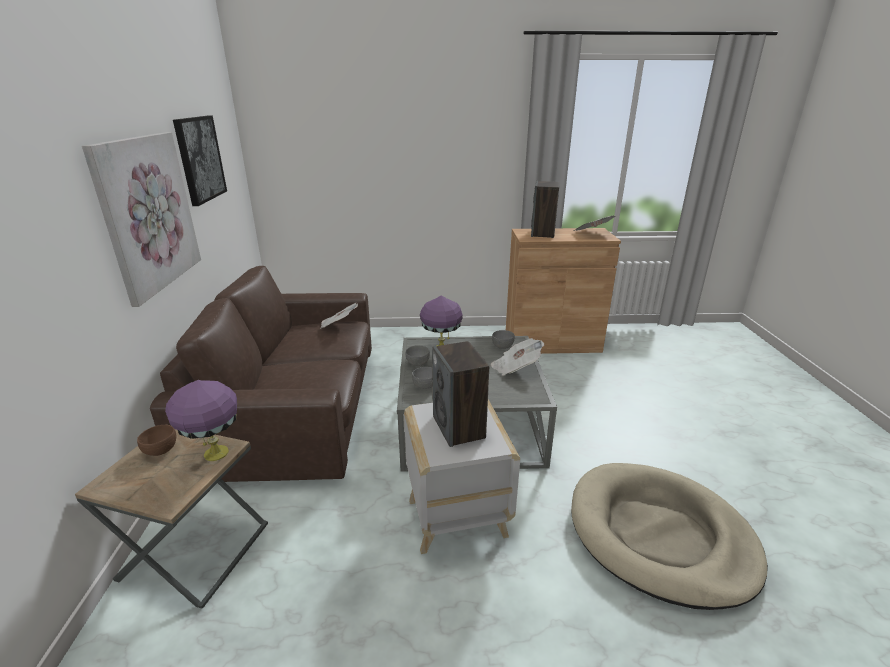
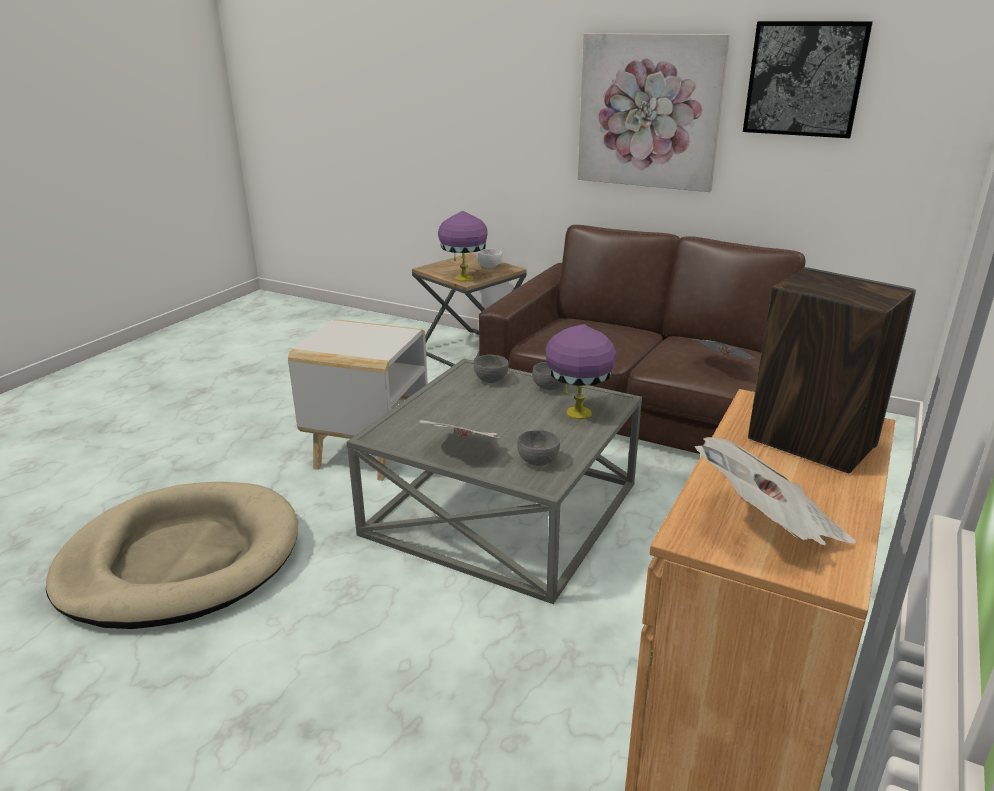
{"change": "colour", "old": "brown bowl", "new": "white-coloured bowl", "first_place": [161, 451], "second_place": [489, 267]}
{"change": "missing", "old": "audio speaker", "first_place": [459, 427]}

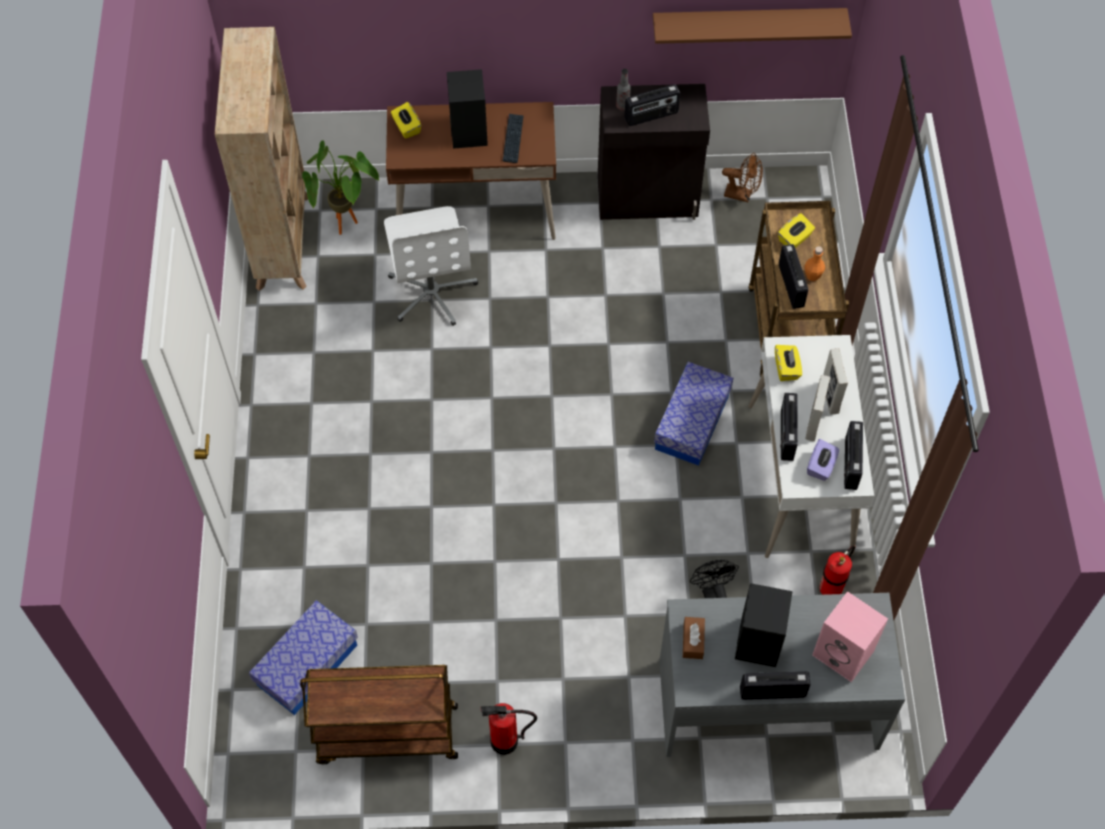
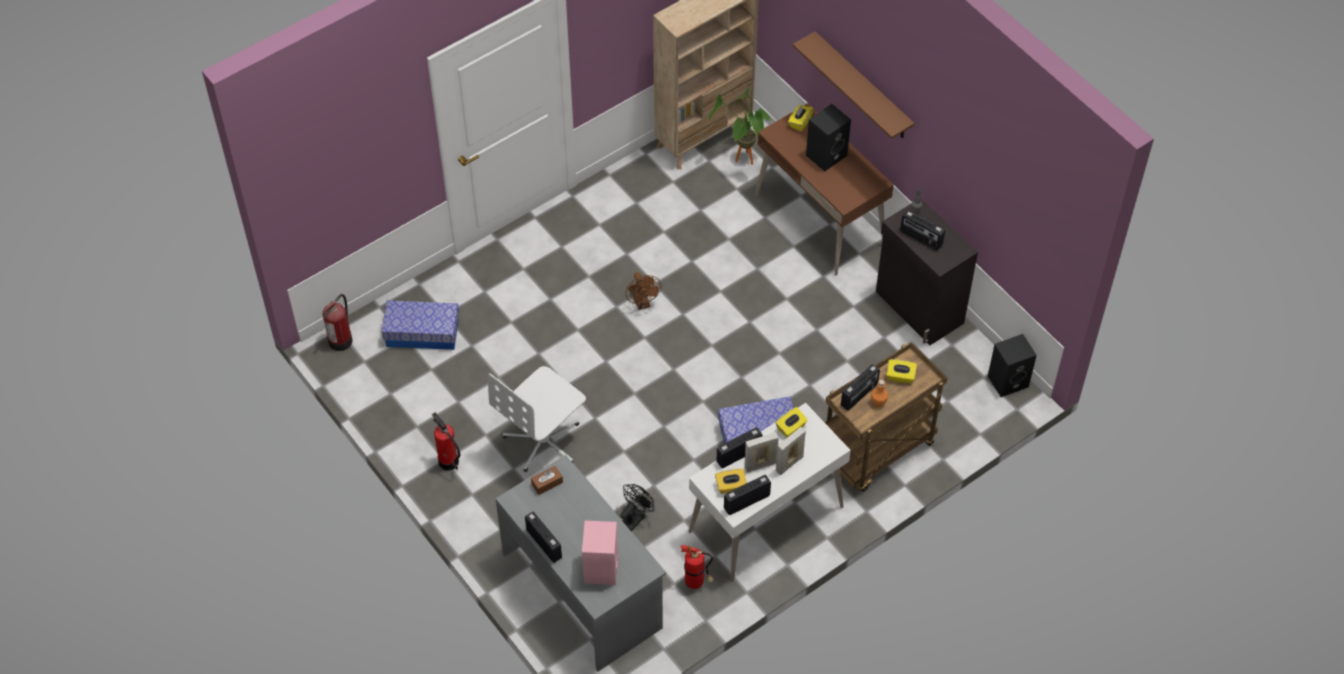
{"change": "missing", "old": "brown cart", "first_place": [386, 735]}
{"change": "relocated", "old": "white-coloured office chair", "first_place": [432, 291], "second_place": [543, 441]}
{"change": "missing", "old": "computer keyboard", "first_place": [513, 139]}
{"change": "relocated", "old": "brown wall shelf", "first_place": [748, 25], "second_place": [862, 87]}
{"change": "relocated", "old": "brown electric fan", "first_place": [742, 195], "second_place": [642, 303]}
{"change": "relocated", "old": "black-coloured audio speaker", "first_place": [757, 640], "second_place": [1008, 380]}
{"change": "colour", "old": "purplish tissue holder", "new": "yellow-coloured tissue holder", "first_place": [821, 466], "second_place": [730, 486]}
{"change": "appeared", "new": "fire extinguisher", "second_place": [341, 339]}

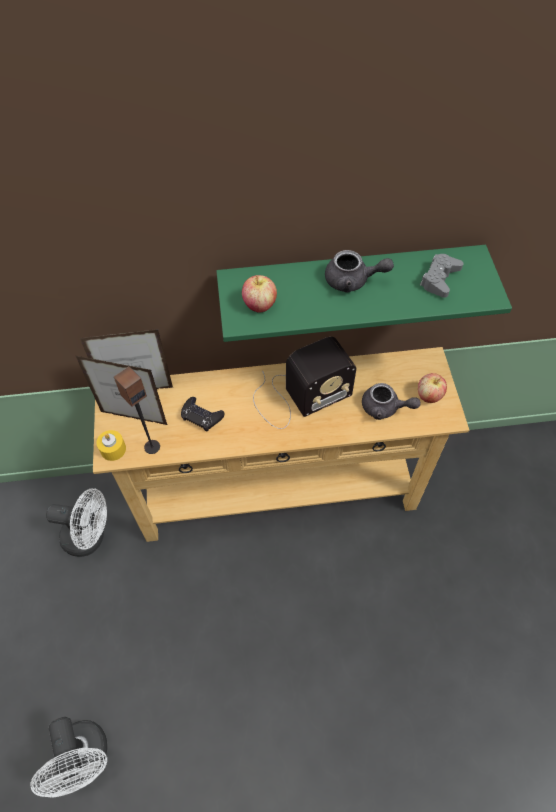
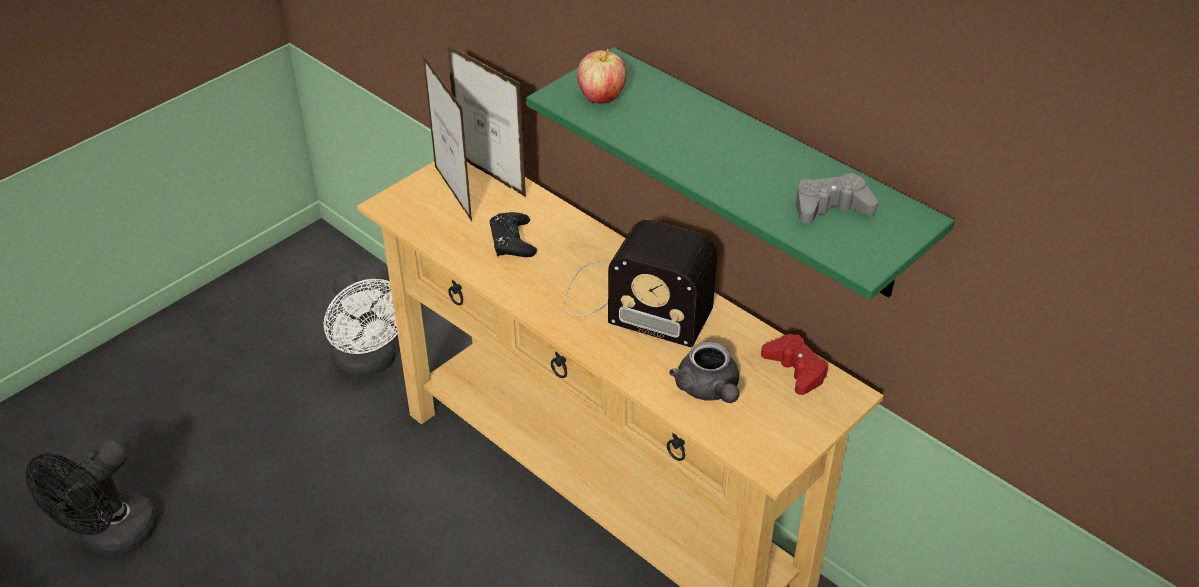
{"change": "colour", "old": "white-coloured electric fan", "new": "black-coloured electric fan", "first_place": [85, 759], "second_place": [111, 537]}
{"change": "missing", "old": "yellow-coloured wax candle", "first_place": [113, 449]}
{"change": "missing", "old": "audio speaker", "first_place": [152, 446]}
{"change": "missing", "old": "gray tea pot", "first_place": [353, 281]}
{"change": "missing", "old": "apple fruit", "first_place": [429, 396]}
{"change": "appeared", "new": "red game controller", "second_place": [795, 369]}

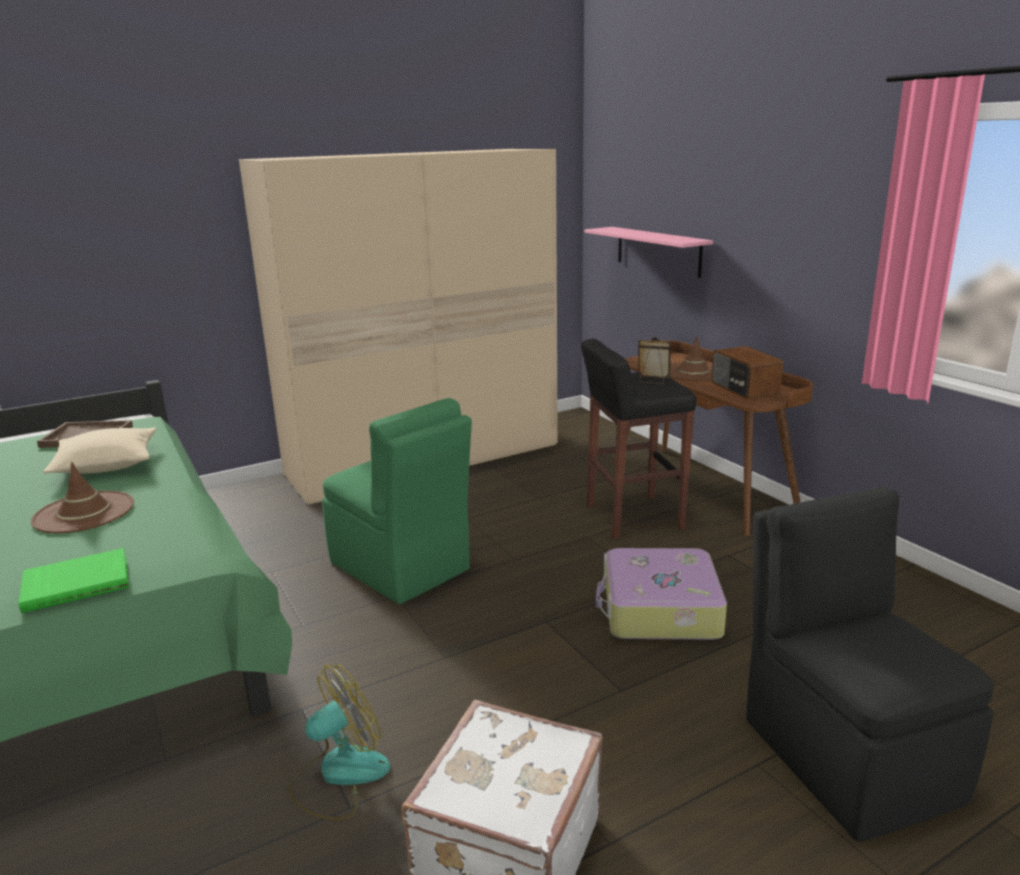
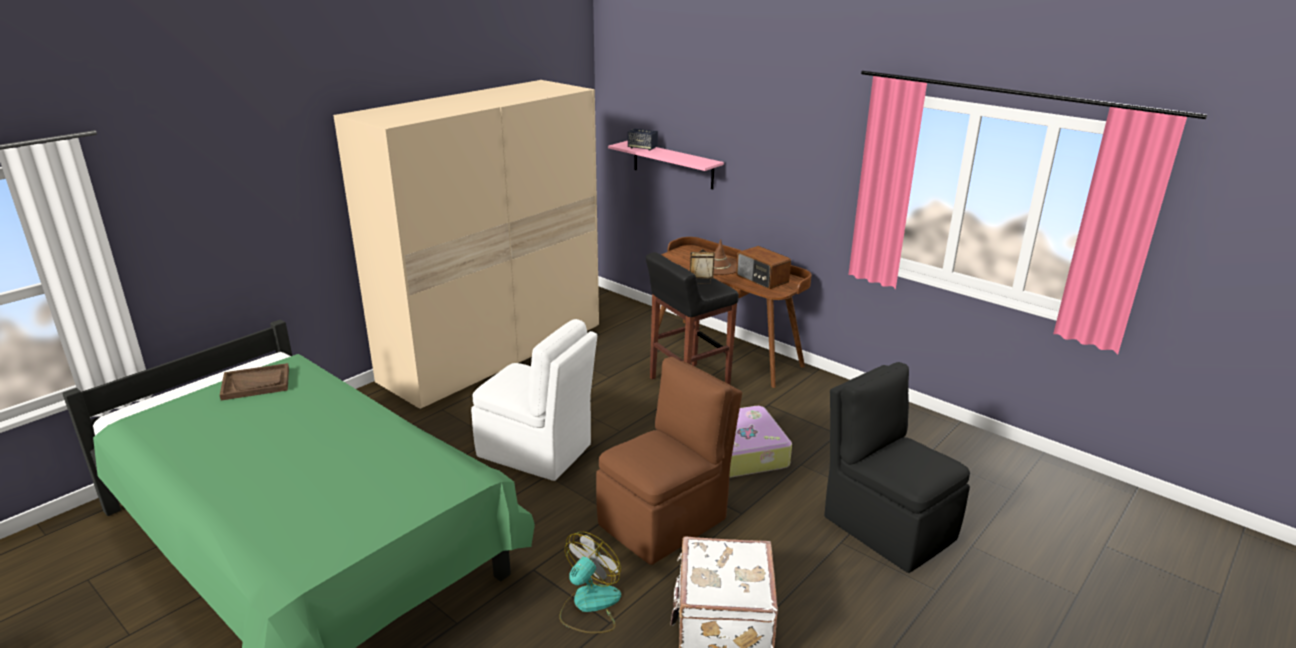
{"change": "missing", "old": "green volume", "first_place": [76, 583]}
{"change": "missing", "old": "brown clothing hat", "first_place": [84, 512]}
{"change": "missing", "old": "beige throw pillow", "first_place": [107, 464]}
{"change": "colour", "old": "green plain chair", "new": "white-coloured plain chair", "first_place": [401, 568], "second_place": [536, 452]}
{"change": "appeared", "new": "brown plain chair", "second_place": [665, 520]}
{"change": "appeared", "new": "audio speaker", "second_place": [642, 148]}

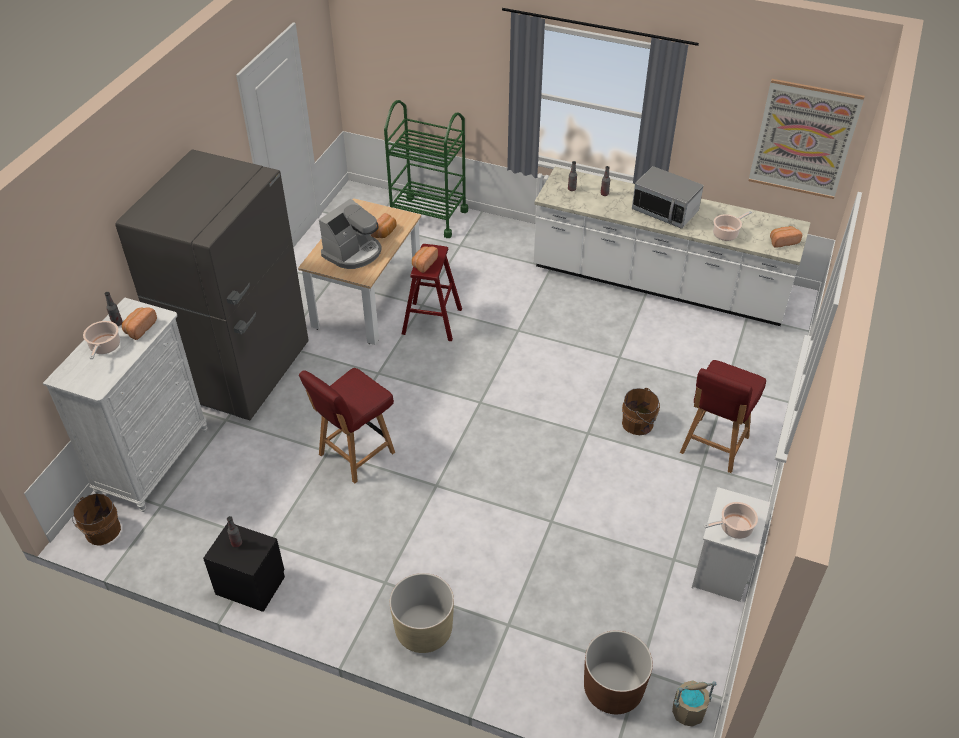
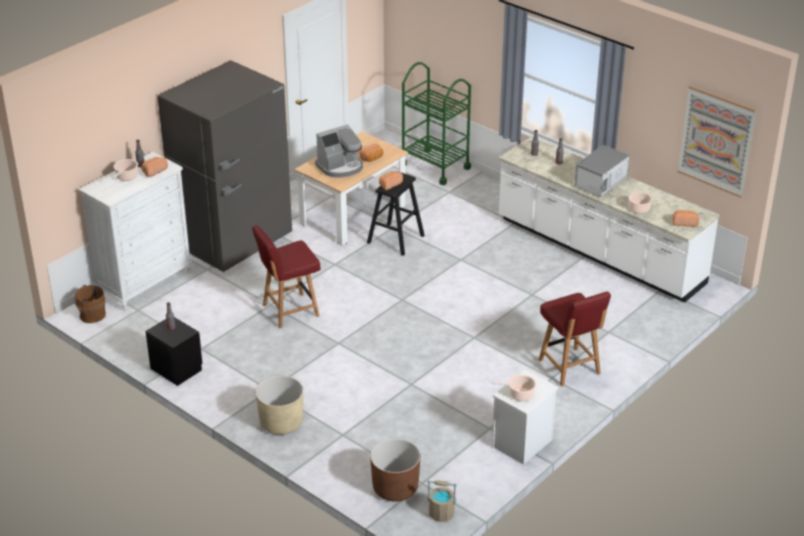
{"change": "colour", "old": "red sitting stool", "new": "black-coloured sitting stool", "first_place": [432, 321], "second_place": [395, 239]}
{"change": "missing", "old": "brown water bucket", "first_place": [639, 424]}
{"change": "spun", "old": "kitchen microwave", "first_place": [665, 211], "second_place": [601, 183], "degrees": 75}
{"change": "spun", "old": "red plain chair", "first_place": [713, 446], "second_place": [570, 368], "degrees": -75}

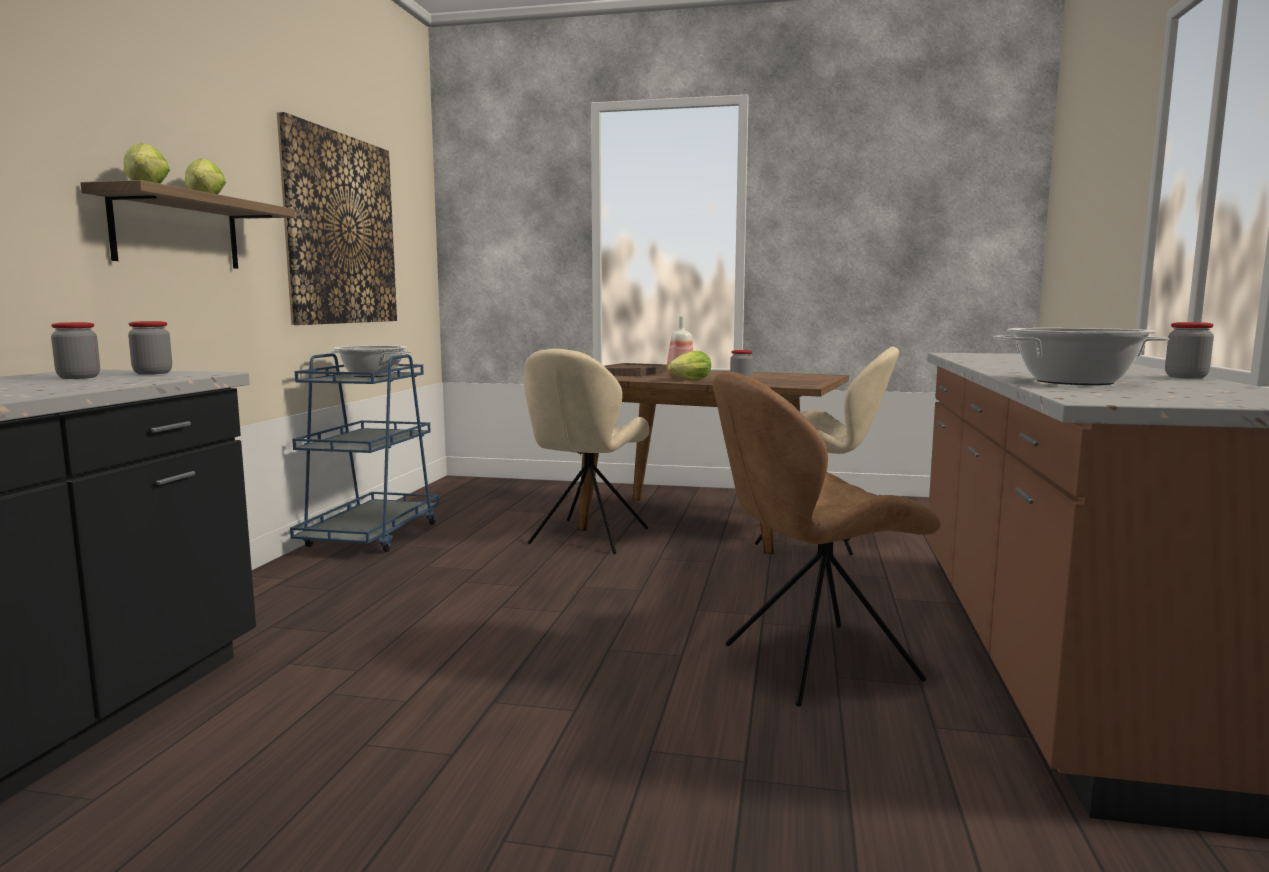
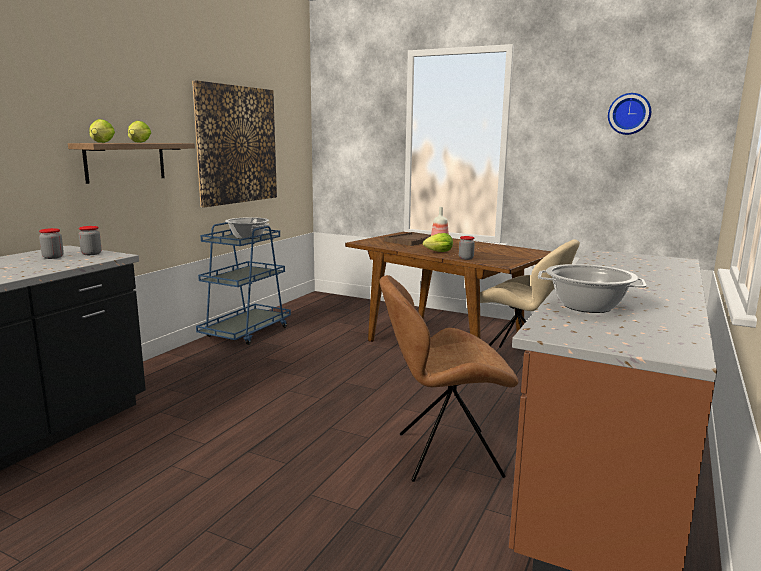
{"change": "missing", "old": "beige plain chair", "first_place": [587, 537]}
{"change": "missing", "old": "jar", "first_place": [1186, 377]}
{"change": "appeared", "new": "clock on the wall", "second_place": [629, 114]}

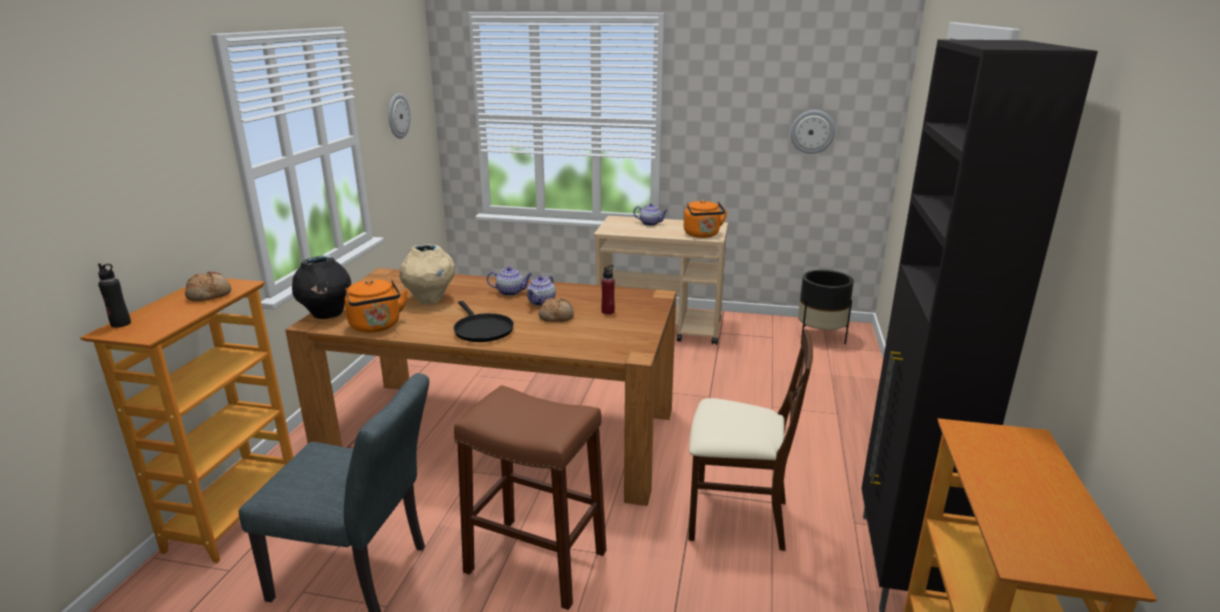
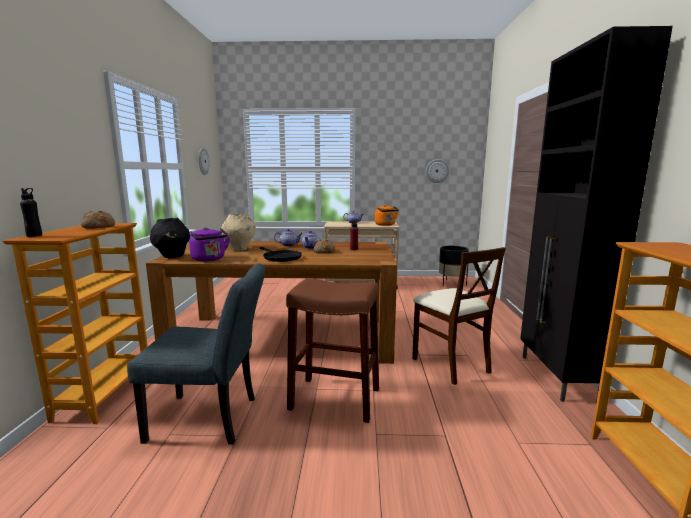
{"change": "colour", "old": "orange-coloured tea kettle", "new": "purplish tea kettle", "first_place": [376, 326], "second_place": [209, 259]}
{"change": "spun", "old": "beige plain chair", "first_place": [736, 517], "second_place": [450, 364], "degrees": 60}

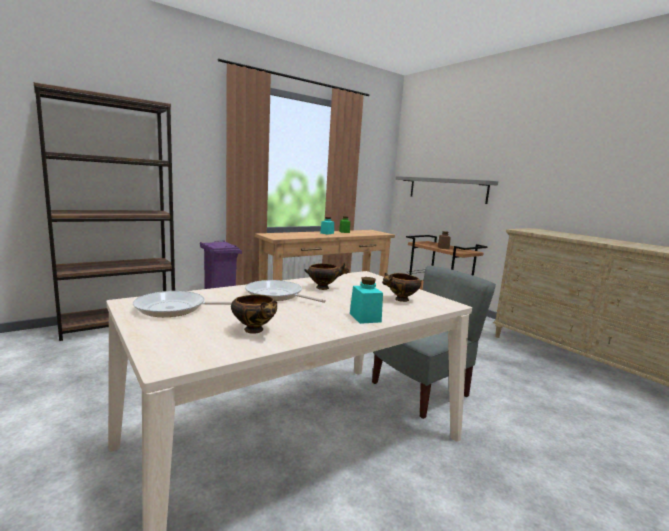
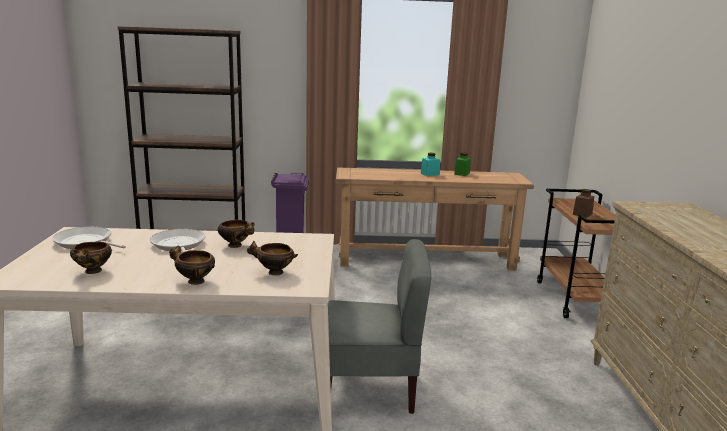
{"change": "exchanged", "old": "turquoise-coloured jar", "new": "bowl", "first_place": [365, 317], "second_place": [194, 281]}
{"change": "missing", "old": "gray wall shelf", "first_place": [446, 189]}

